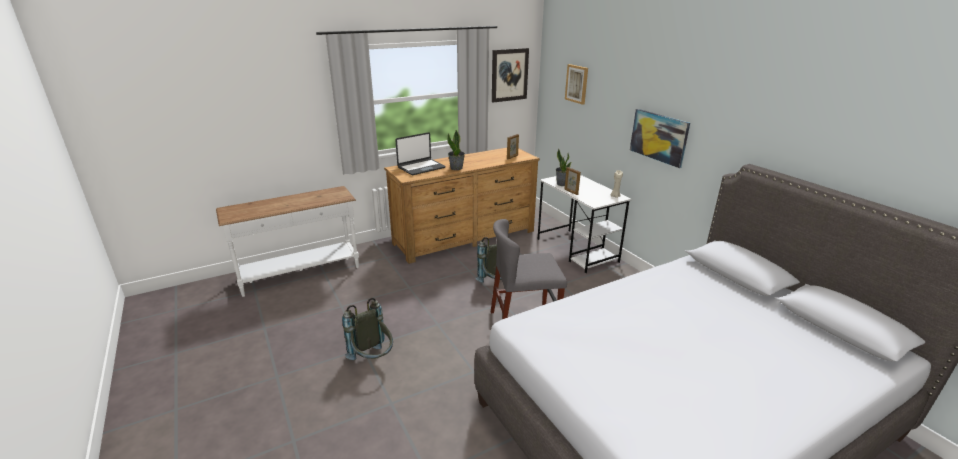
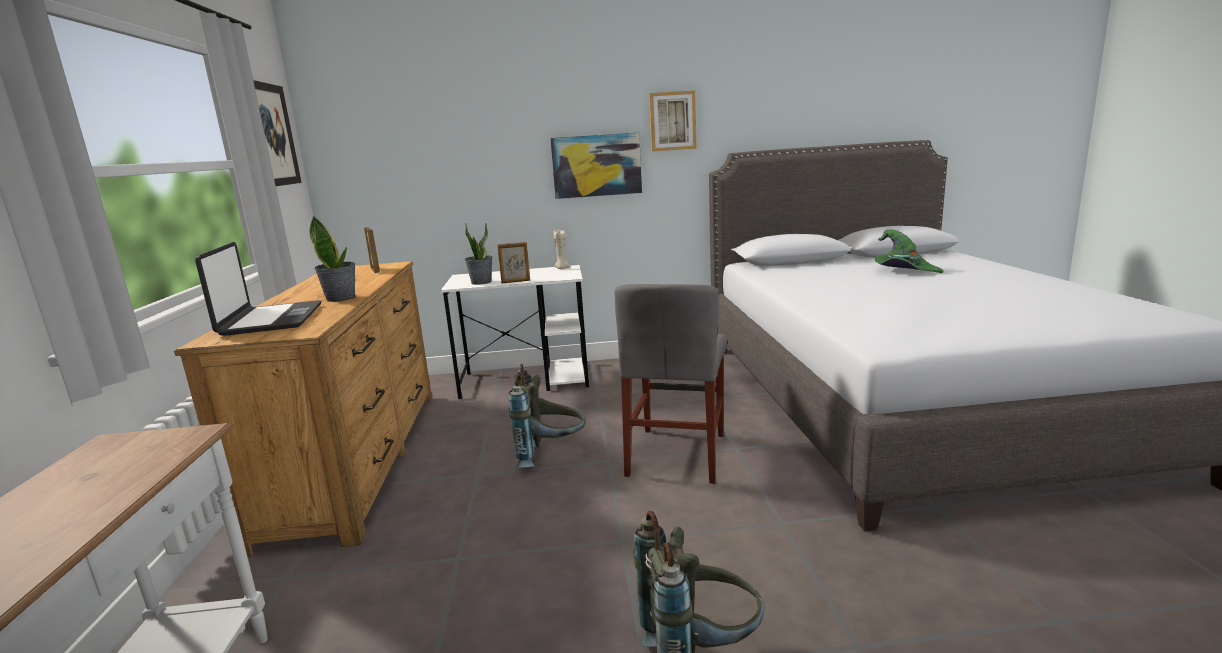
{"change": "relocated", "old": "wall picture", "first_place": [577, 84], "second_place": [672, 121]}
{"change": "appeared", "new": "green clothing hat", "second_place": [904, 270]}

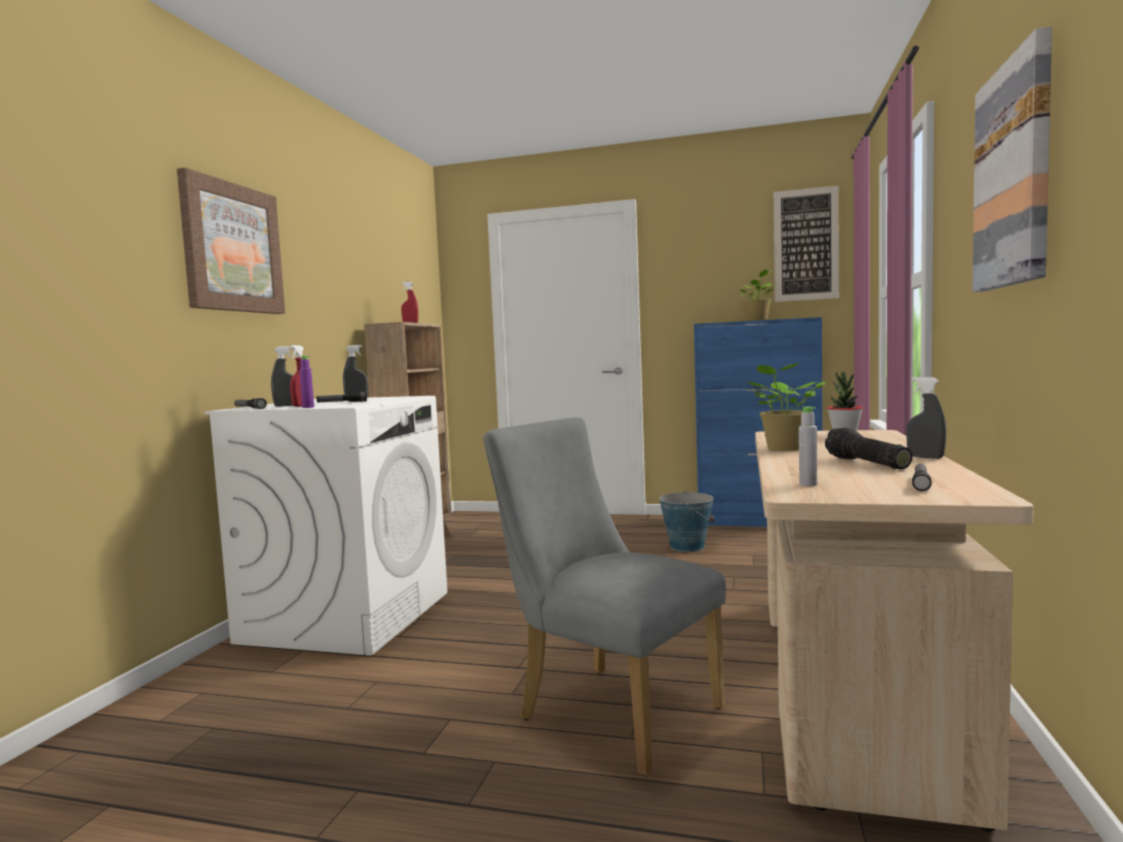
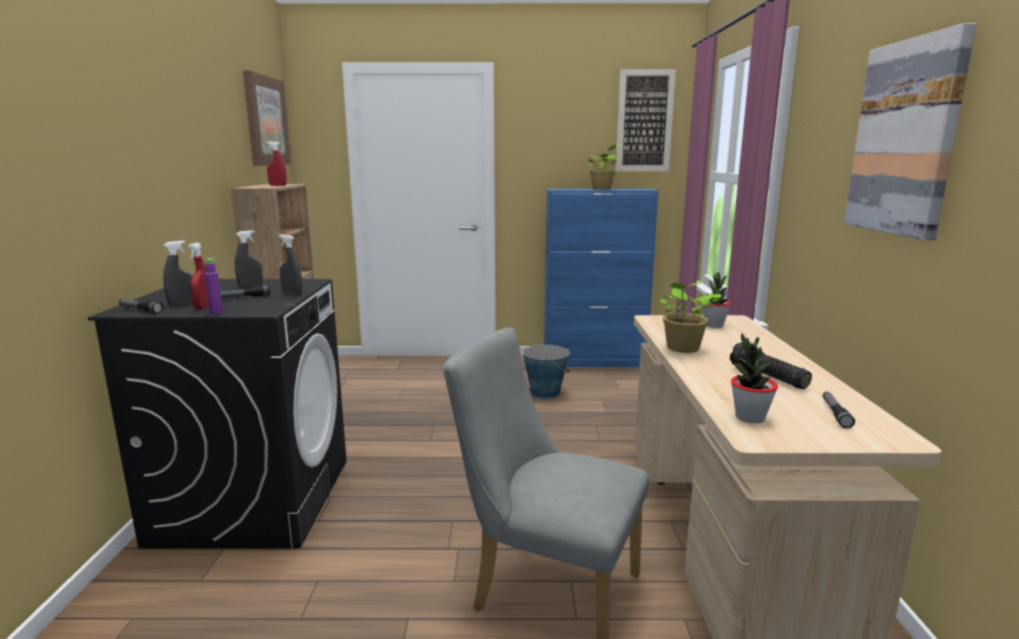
{"change": "relocated", "old": "wall picture", "first_place": [232, 248], "second_place": [265, 121]}
{"change": "colour", "old": "white-coloured washing machine", "new": "black-coloured washing machine", "first_place": [348, 616], "second_place": [255, 499]}
{"change": "exchanged", "old": "gray beverage bottle", "new": "houseplant", "first_place": [808, 484], "second_place": [749, 417]}
{"change": "relocated", "old": "gray spray bottle", "first_place": [925, 457], "second_place": [292, 293]}

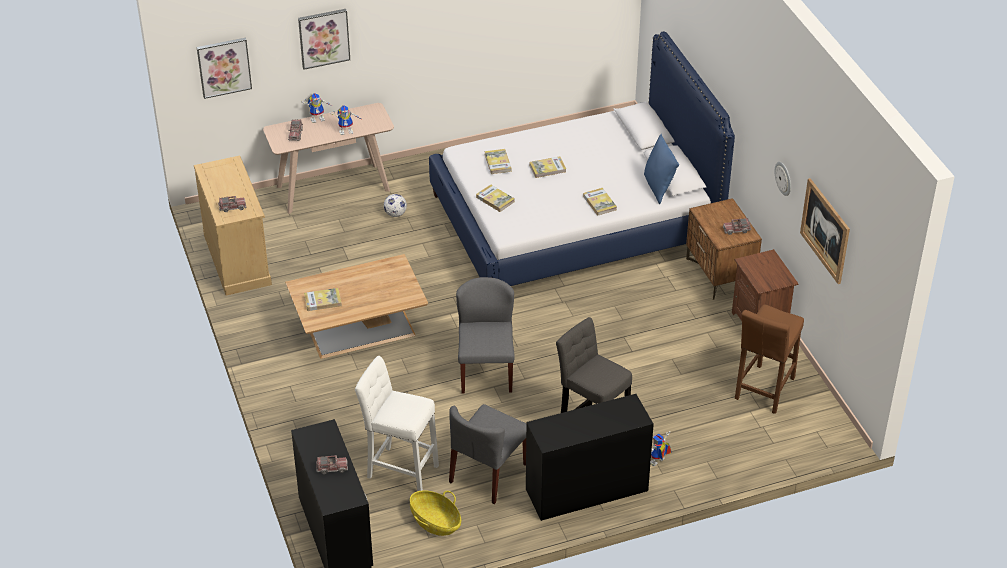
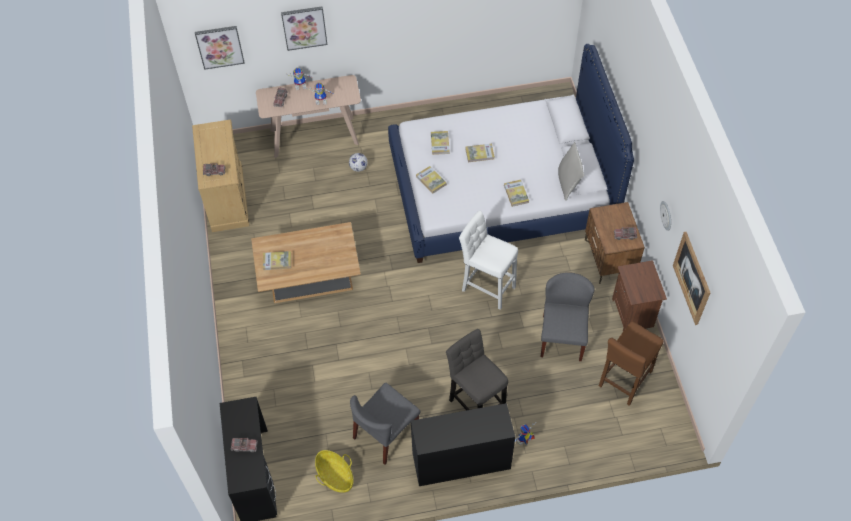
{"change": "relocated", "old": "white-coloured sitting stool", "first_place": [399, 469], "second_place": [486, 286]}
{"change": "relocated", "old": "gray plain chair", "first_place": [486, 371], "second_place": [562, 337]}
{"change": "colour", "old": "bluish throw pillow", "new": "gray throw pillow", "first_place": [659, 187], "second_place": [568, 183]}

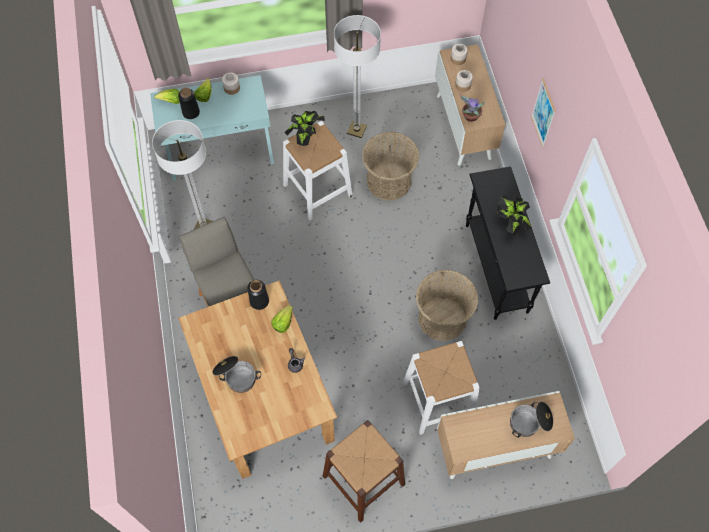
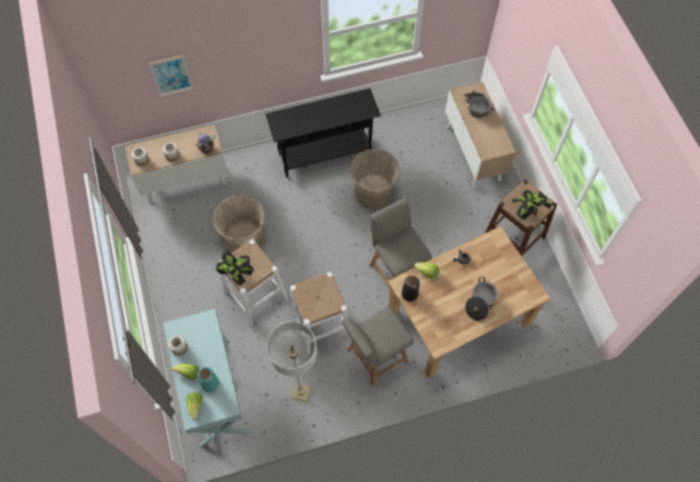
{"change": "colour", "old": "black-coloured vase", "new": "turquoise-coloured vase", "first_place": [191, 112], "second_place": [210, 383]}
{"change": "missing", "old": "standard lamp", "first_place": [356, 130]}
{"change": "relocated", "old": "white-coloured sitting stool", "first_place": [438, 400], "second_place": [320, 325]}
{"change": "relocated", "old": "houseplant", "first_place": [511, 224], "second_place": [527, 212]}
{"change": "relocated", "old": "wall picture", "first_place": [543, 113], "second_place": [171, 76]}
{"change": "appeared", "new": "gray plain chair", "second_place": [396, 270]}

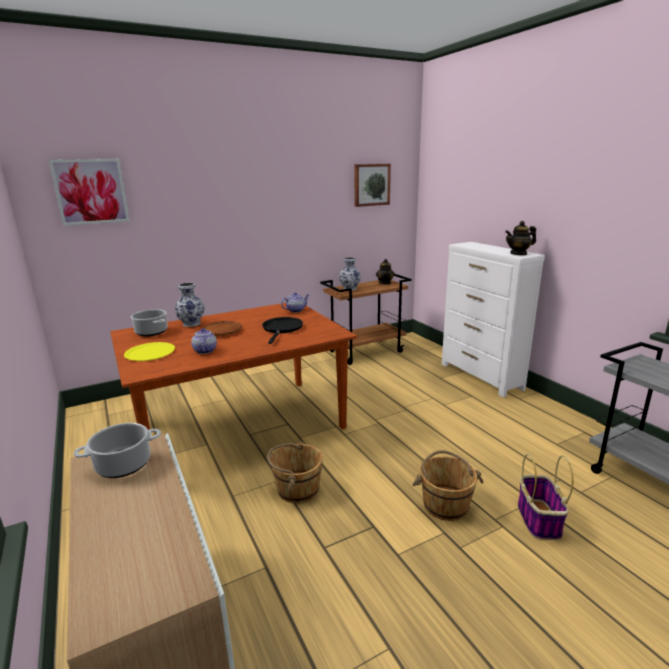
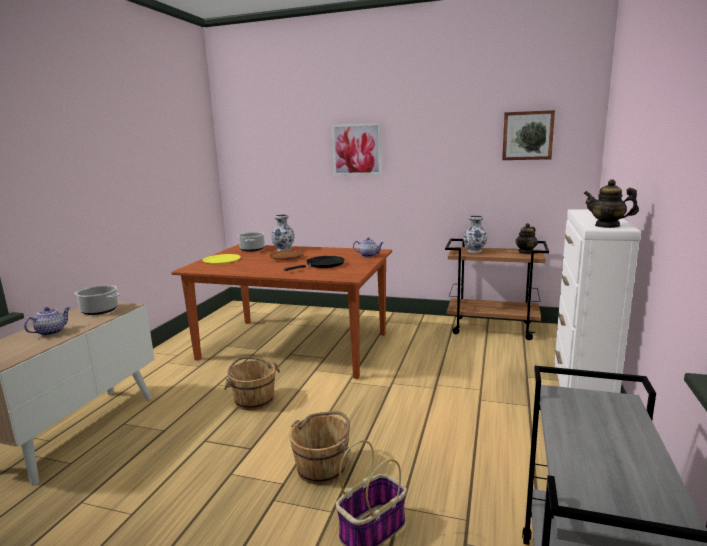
{"change": "relocated", "old": "wall picture", "first_place": [91, 192], "second_place": [357, 149]}
{"change": "relocated", "old": "tea pot", "first_place": [205, 350], "second_place": [51, 332]}

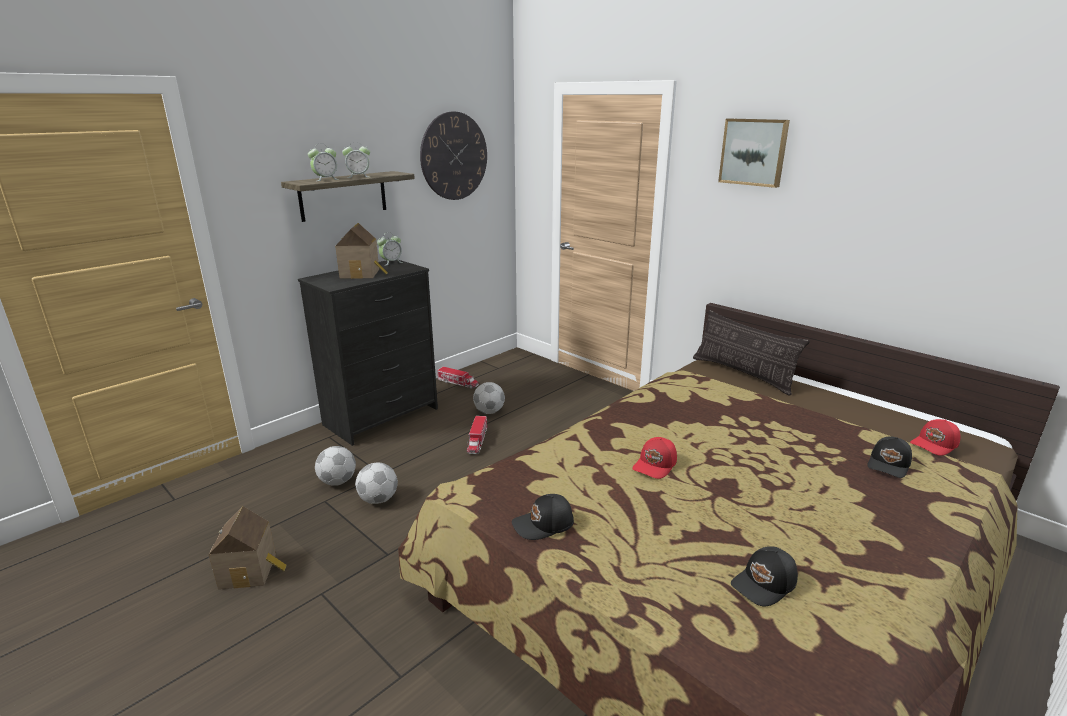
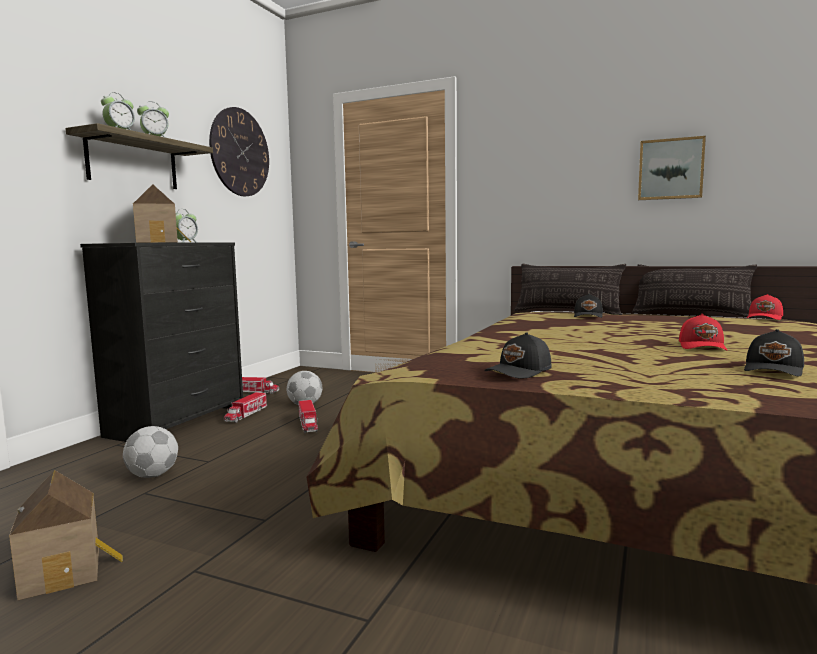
{"change": "missing", "old": "football", "first_place": [378, 499]}
{"change": "relocated", "old": "red peaked cap", "first_place": [655, 465], "second_place": [703, 346]}
{"change": "relocated", "old": "wall picture", "first_place": [754, 152], "second_place": [670, 169]}
{"change": "relocated", "old": "black-coloured peaked cap", "first_place": [889, 465], "second_place": [588, 316]}
{"change": "appeared", "new": "toy truck", "second_place": [246, 415]}
{"change": "appeared", "new": "throw pillow", "second_place": [691, 314]}

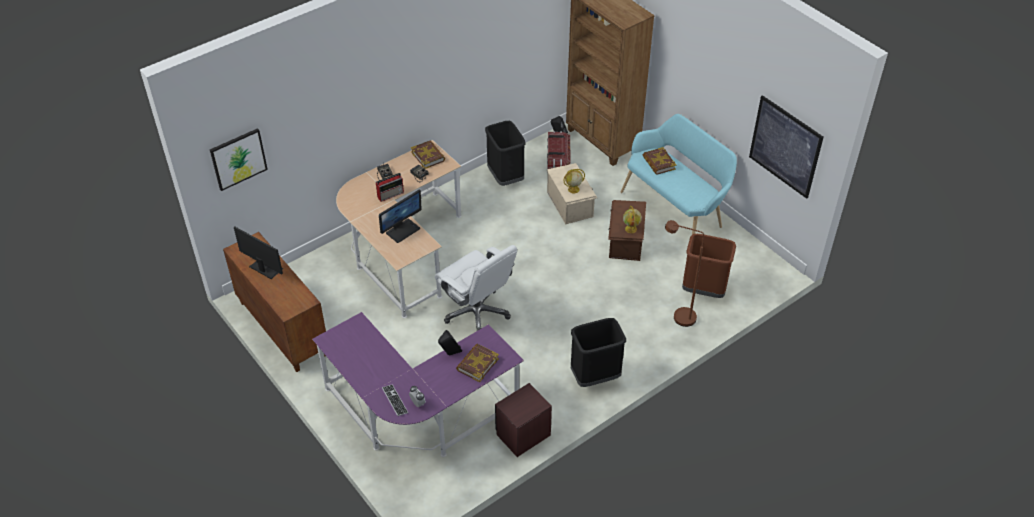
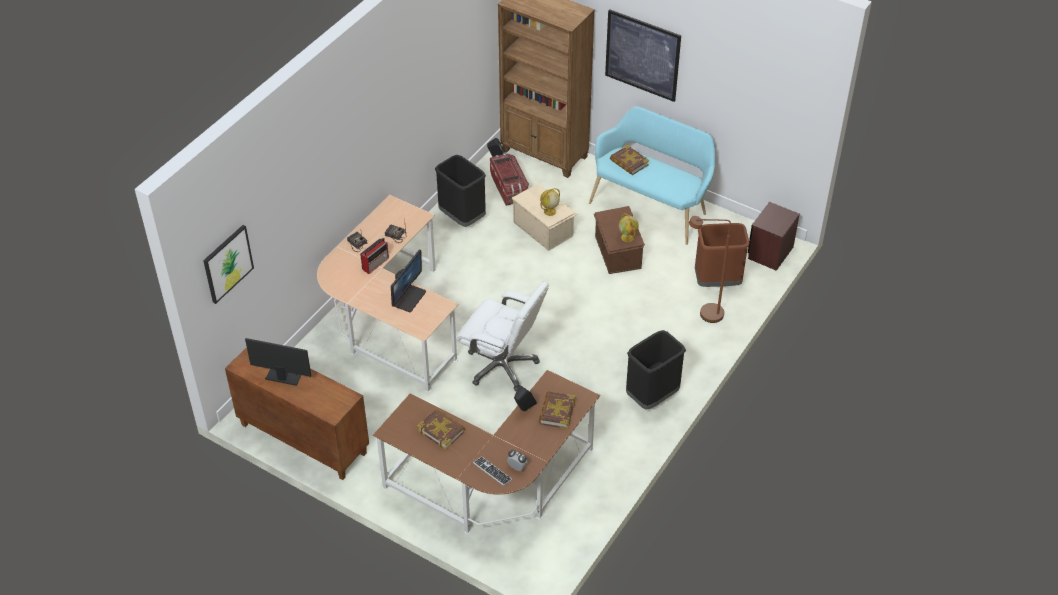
{"change": "colour", "old": "purplish desk unit", "new": "brown desk unit", "first_place": [418, 416], "second_place": [494, 487]}
{"change": "relocated", "old": "volume", "first_place": [428, 156], "second_place": [441, 431]}
{"change": "relocated", "old": "brown night table", "first_place": [523, 434], "second_place": [770, 252]}
{"change": "relocated", "old": "wall picture", "first_place": [785, 146], "second_place": [642, 55]}

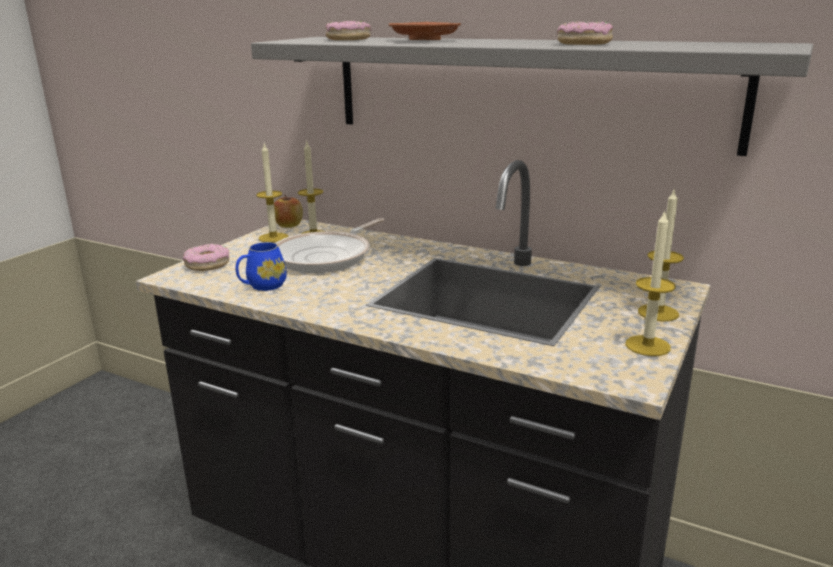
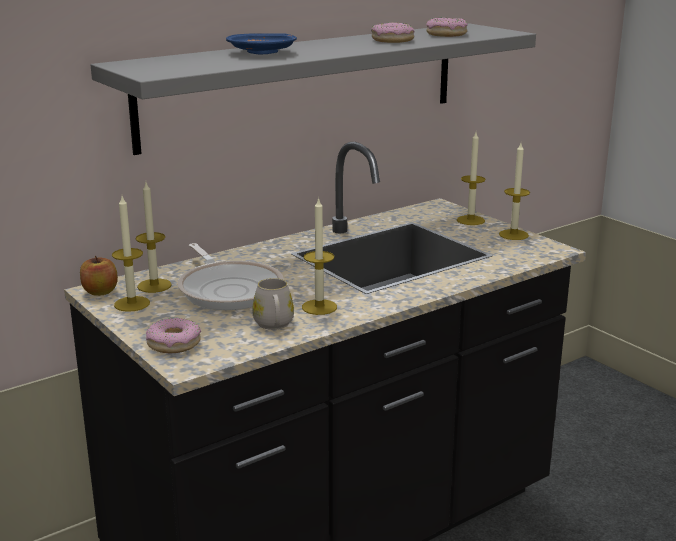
{"change": "colour", "old": "bluish mug", "new": "white-coloured mug", "first_place": [262, 286], "second_place": [274, 325]}
{"change": "relocated", "old": "ring doughnut", "first_place": [348, 39], "second_place": [446, 34]}
{"change": "colour", "old": "brown flat dish", "new": "bluish flat dish", "first_place": [425, 40], "second_place": [263, 53]}
{"change": "appeared", "new": "wax candle", "second_place": [319, 307]}

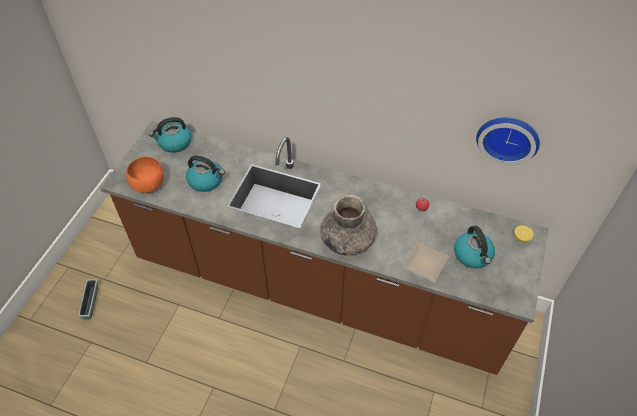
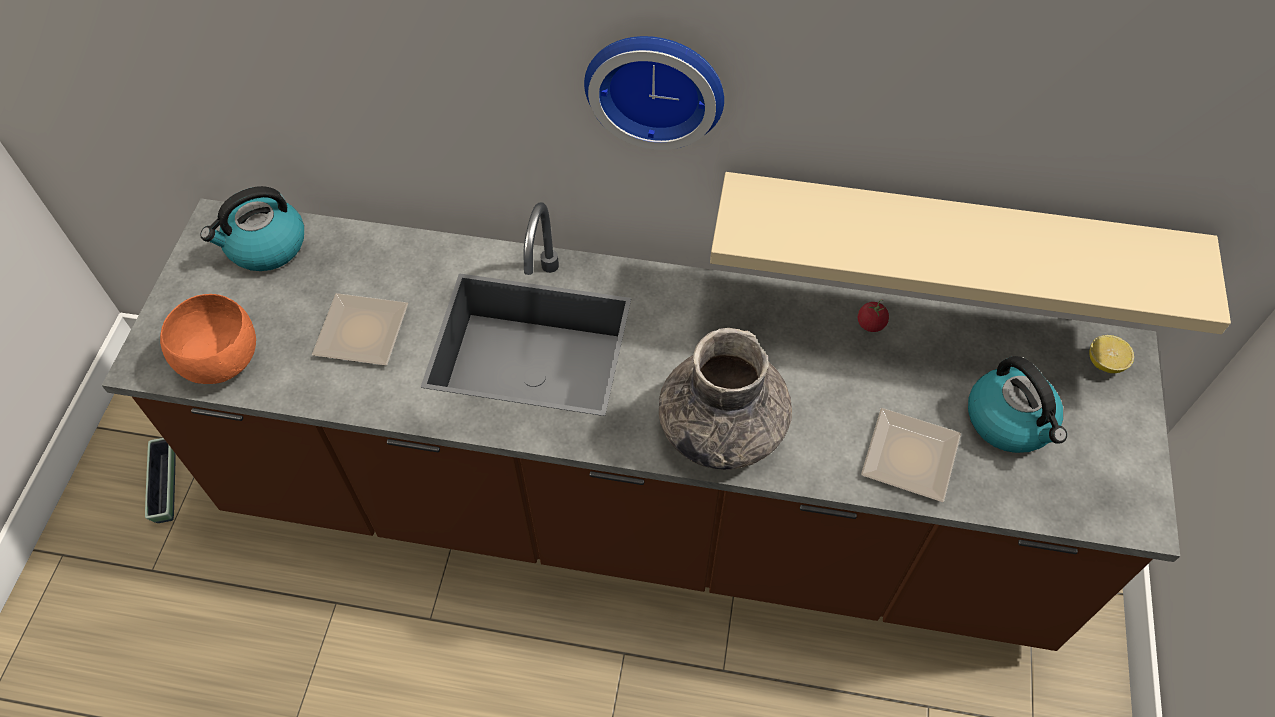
{"change": "relocated", "old": "flower pot", "first_place": [91, 302], "second_place": [166, 486]}
{"change": "exchanged", "old": "tea kettle", "new": "flat dish", "first_place": [206, 181], "second_place": [360, 330]}
{"change": "relocated", "old": "clock on the wall", "first_place": [508, 137], "second_place": [656, 84]}
{"change": "appeared", "new": "beige wall shelf", "second_place": [952, 236]}

